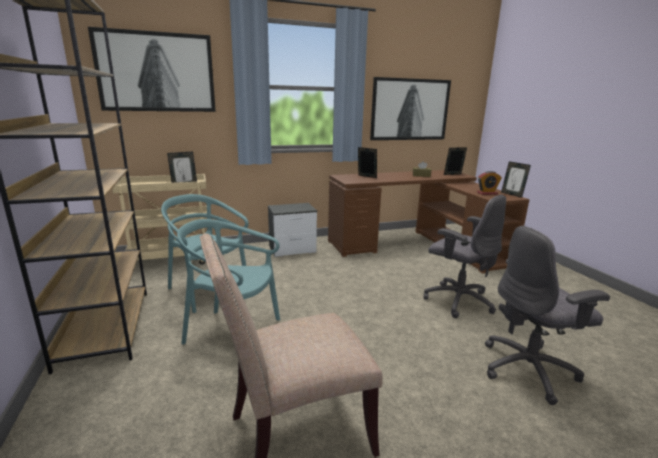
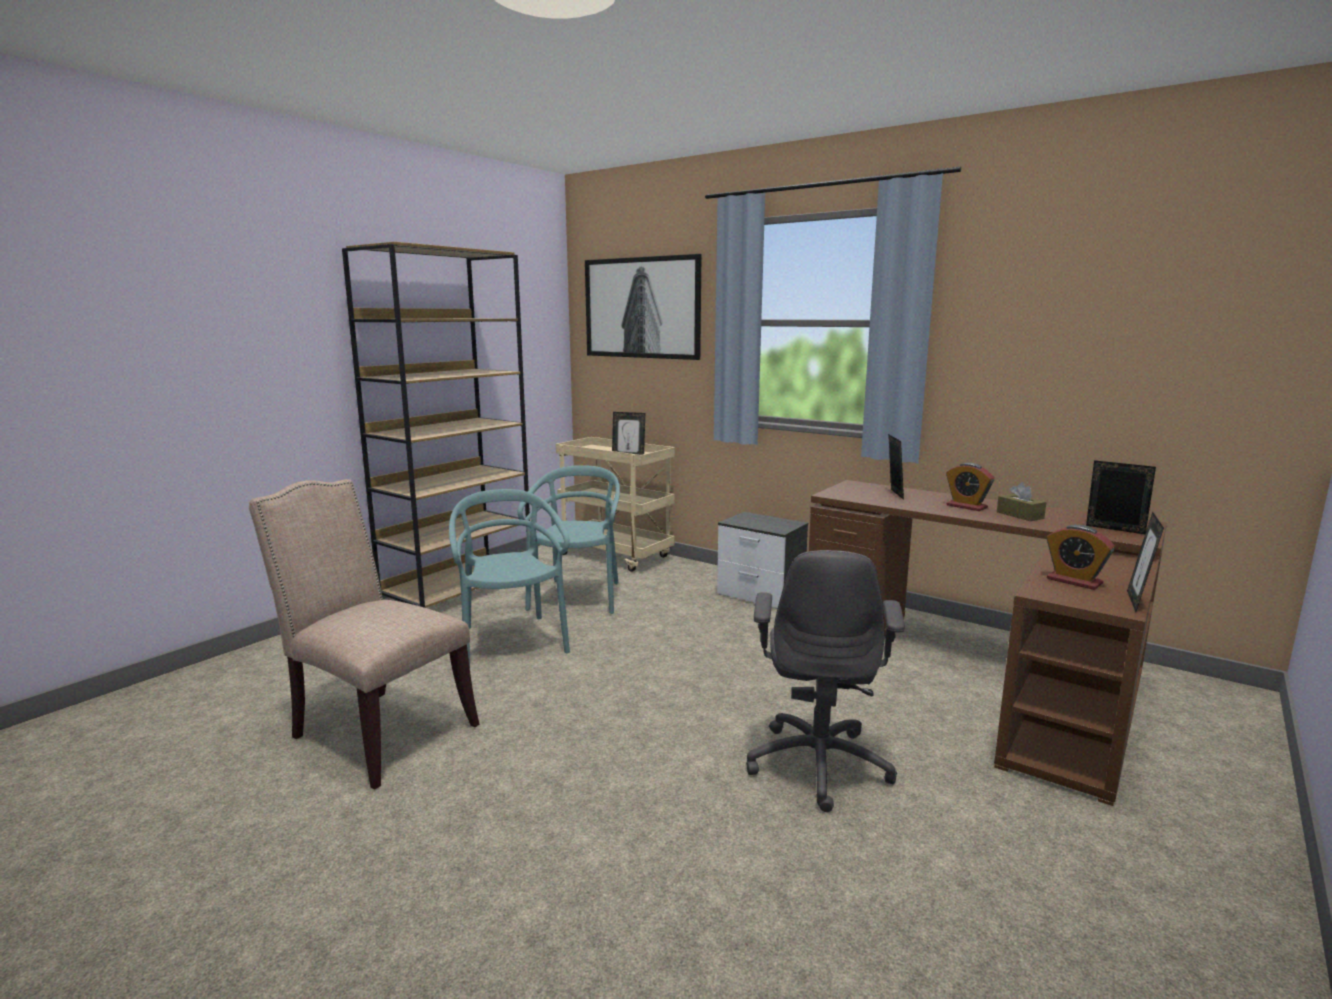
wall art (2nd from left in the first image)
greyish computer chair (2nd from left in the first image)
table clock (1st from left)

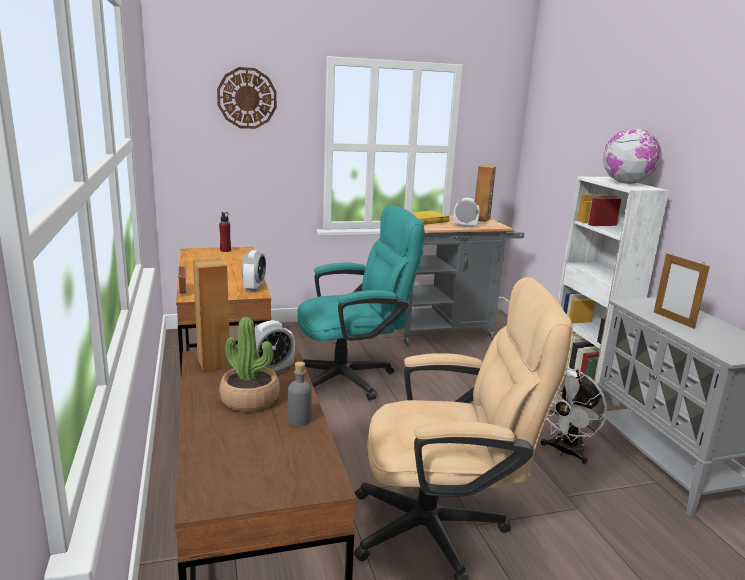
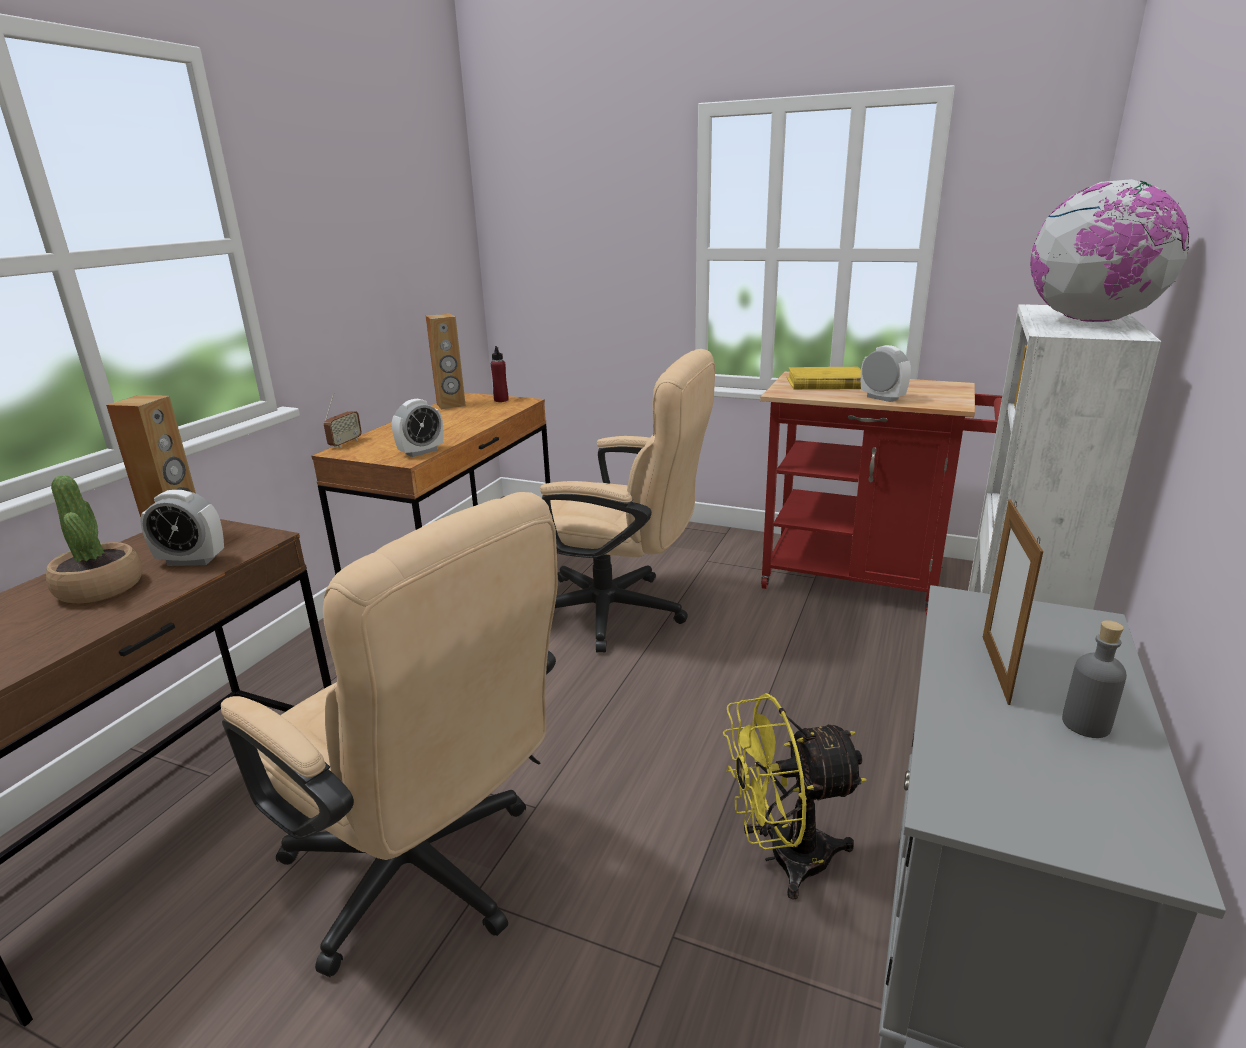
wall clock
brownish loudspeaker (2nd from left)
sand-coloured computer chair (2nd from left)
red cart
greyish bottle
yellow-coloured fan

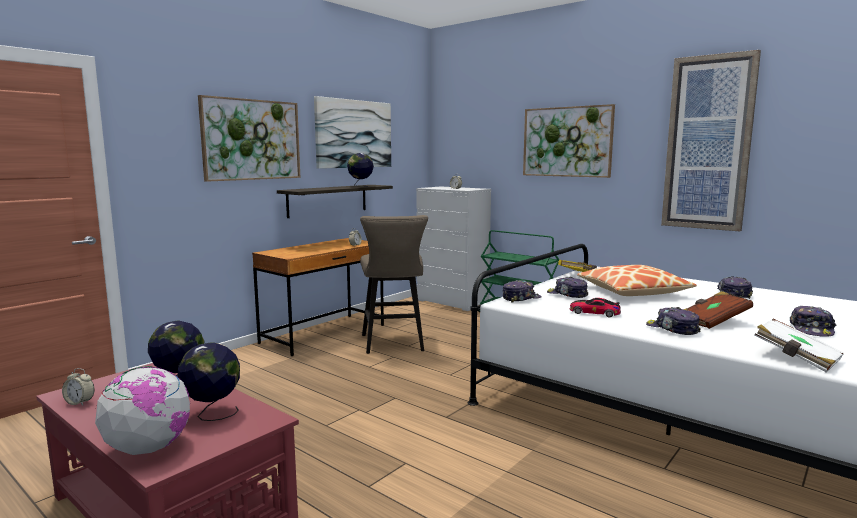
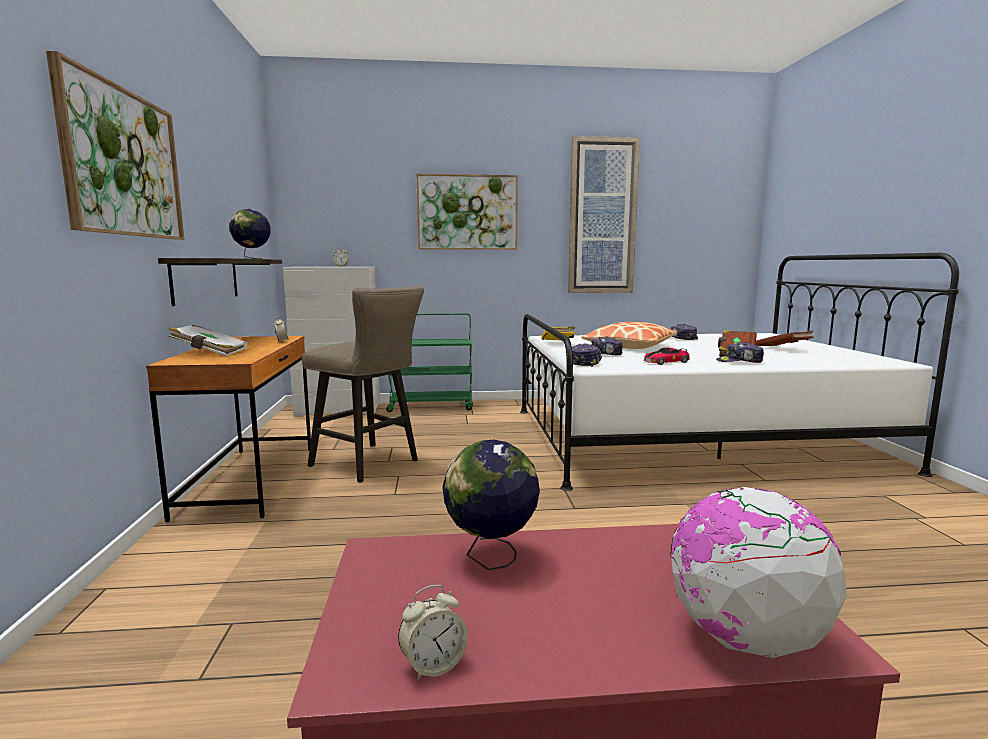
wall art (2nd from left in the first image)
brownish volume (2nd from left)
white volume
globe (3rd from left in the first image)

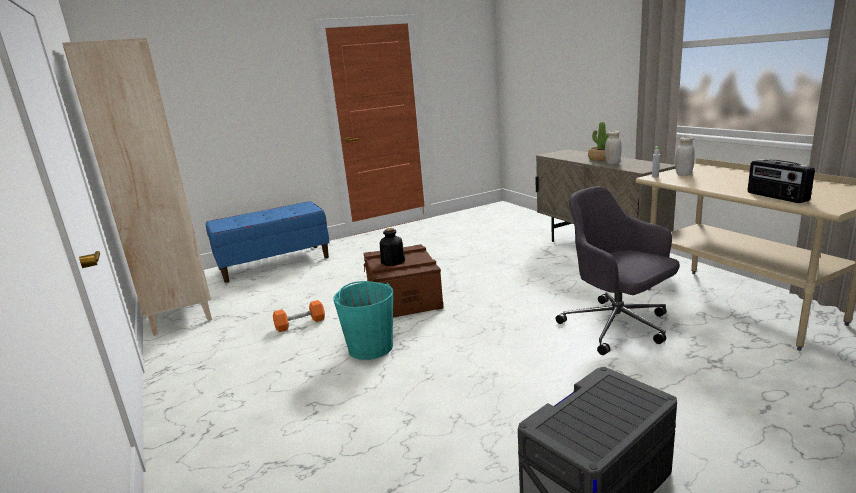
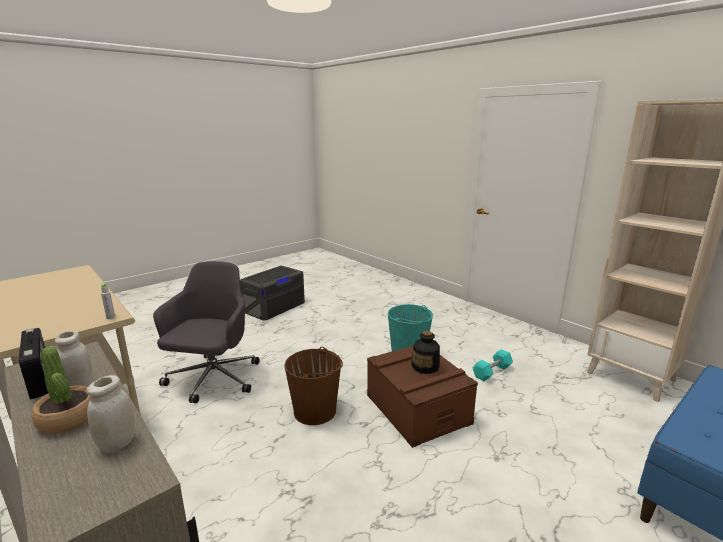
white preserve jar (2nd from left)
radio
greyish computer chair
blue-green free weight
brownish pail

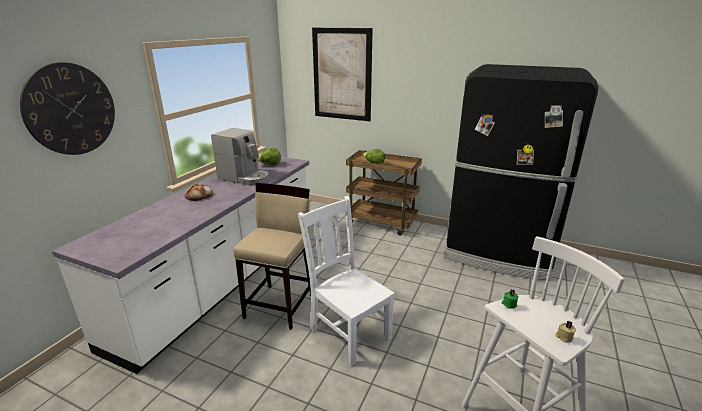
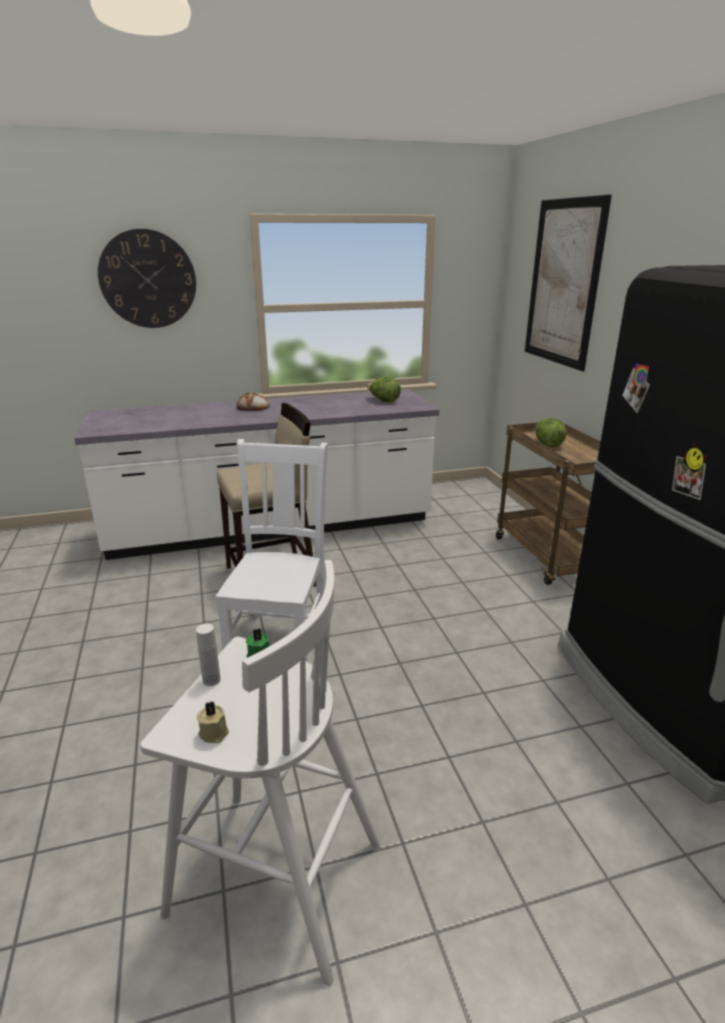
coffee machine
white bottle

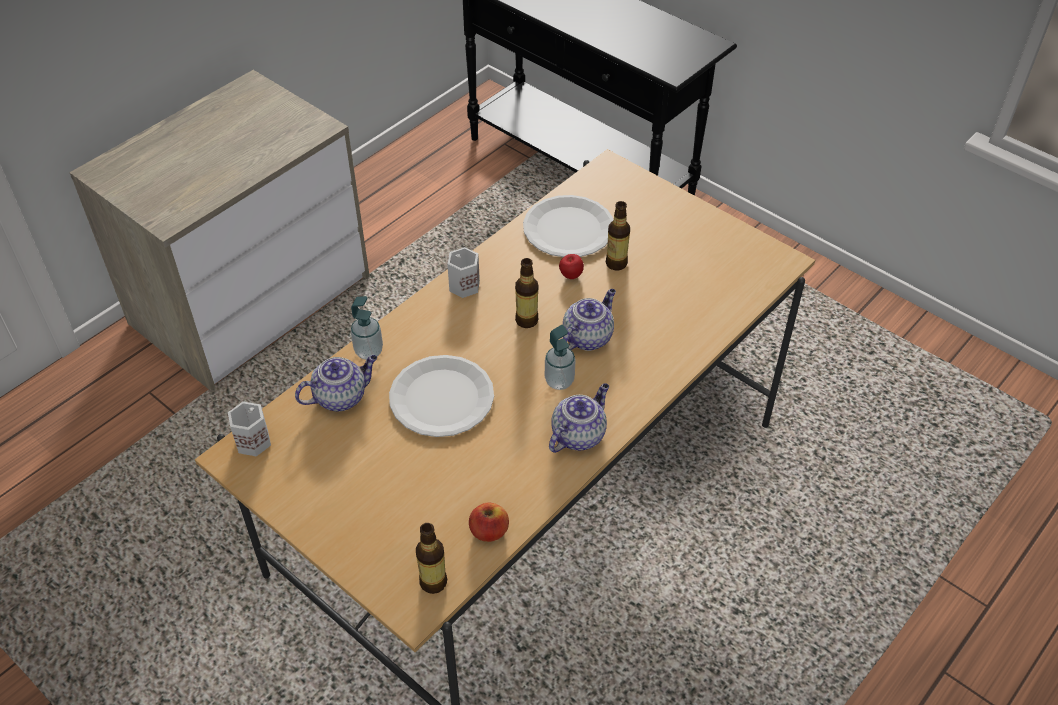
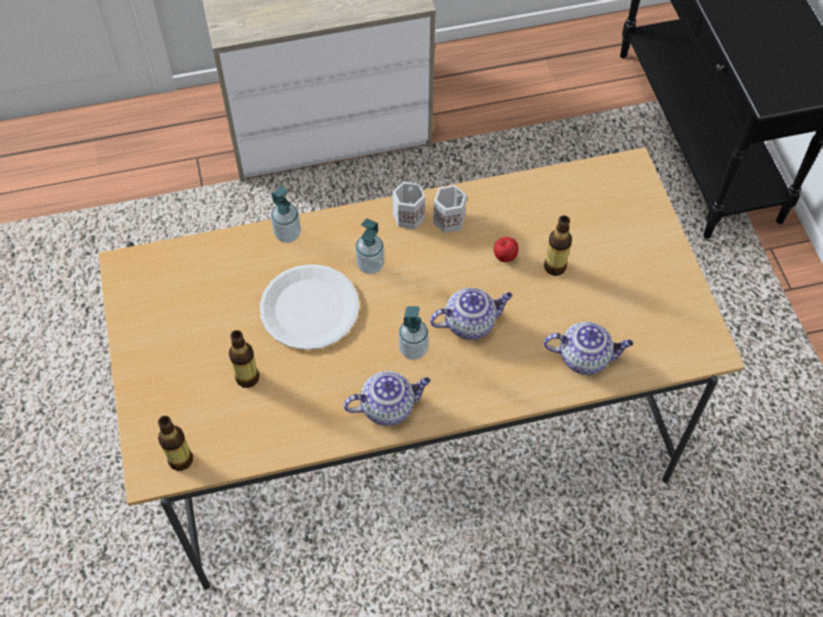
white plate (2nd from left in the first image)
bottle (2nd from left)
tea pot (3rd from left)
white coffee mug (2nd from left)
apple fruit (1st from left in the first image)
soap dispenser (2nd from left)

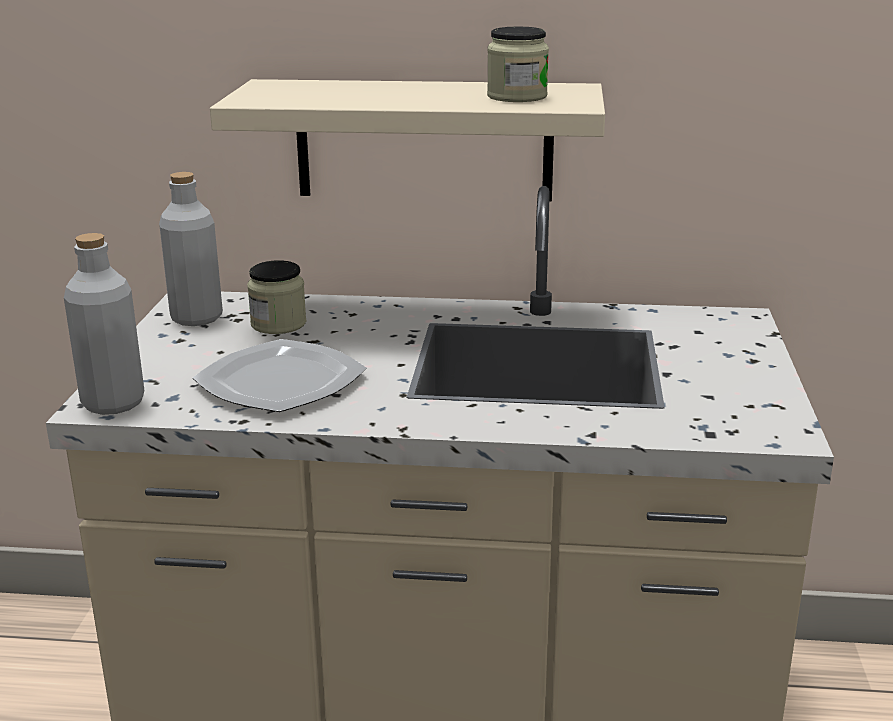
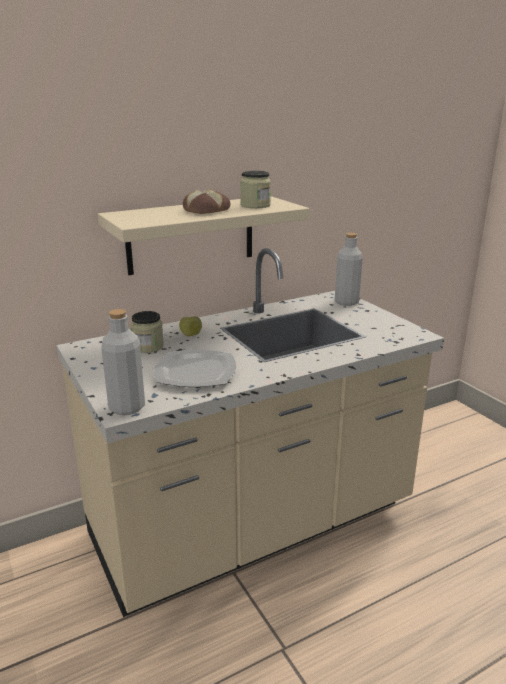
greyish bottle (2nd from left)
bread
apple fruit

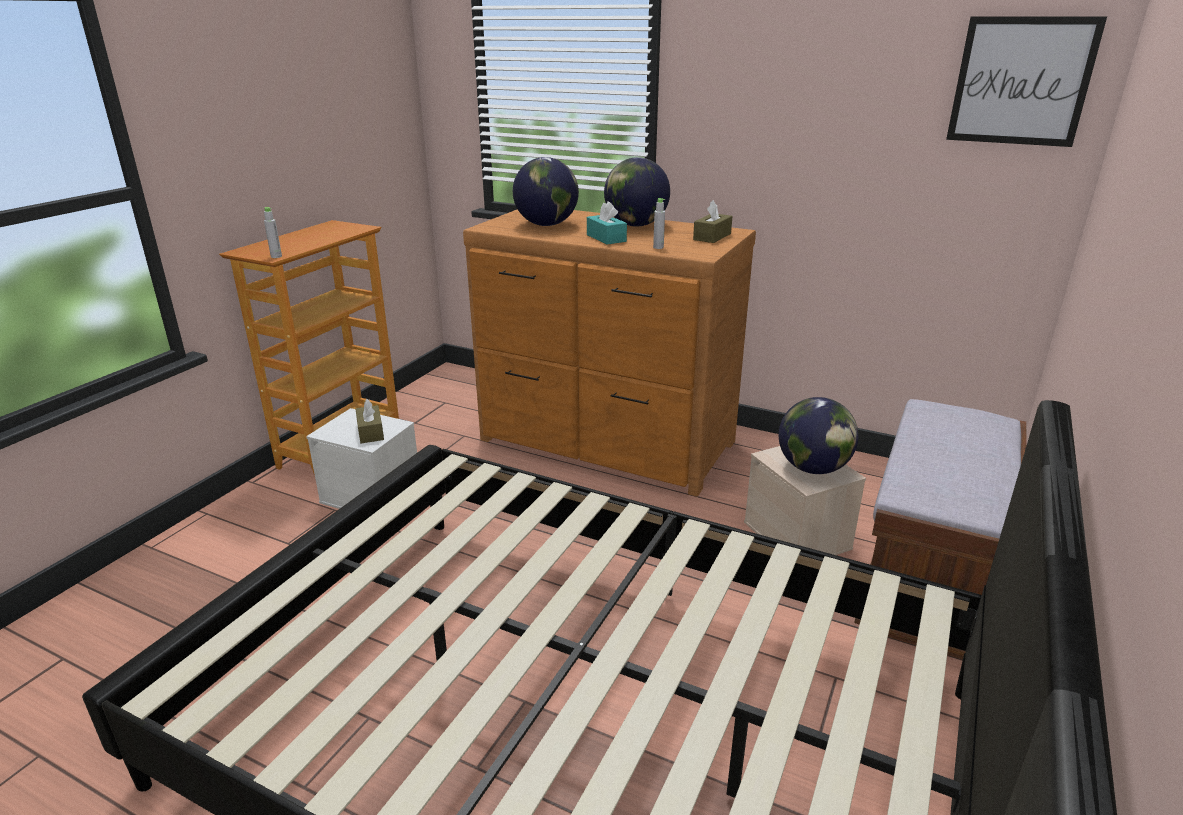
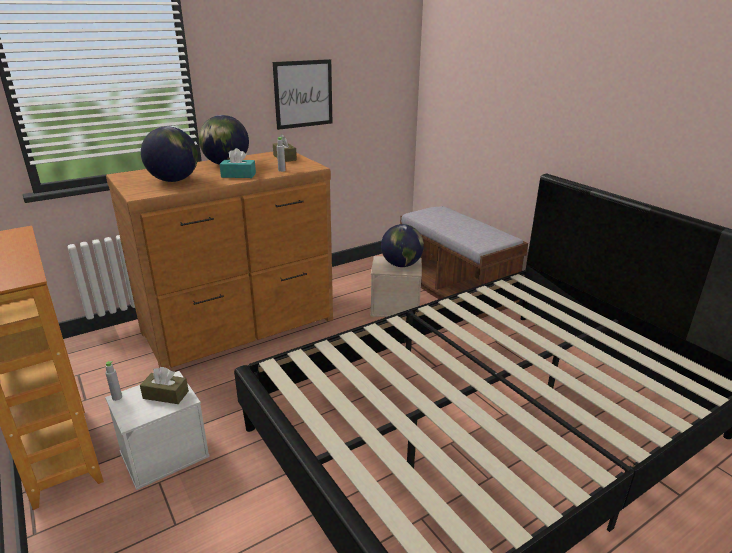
wall art
greyish bottle (1st from left)

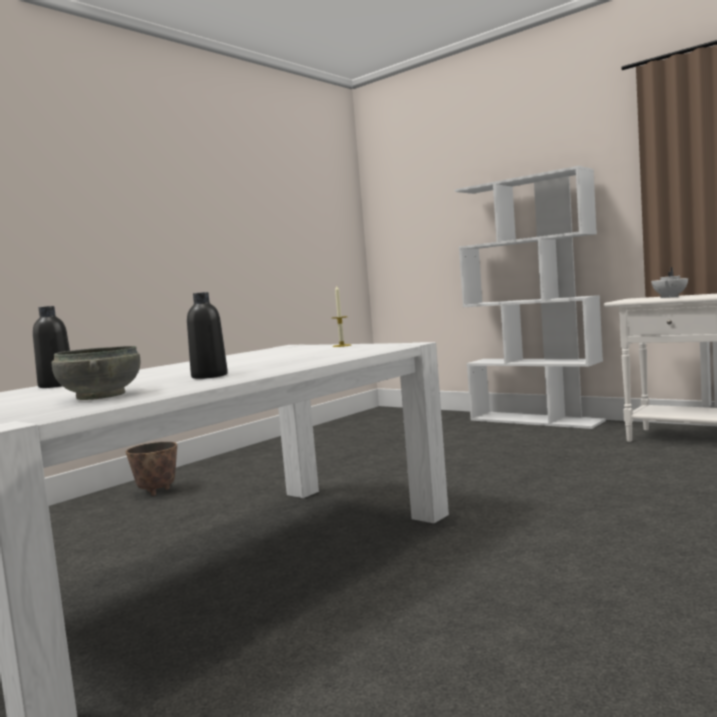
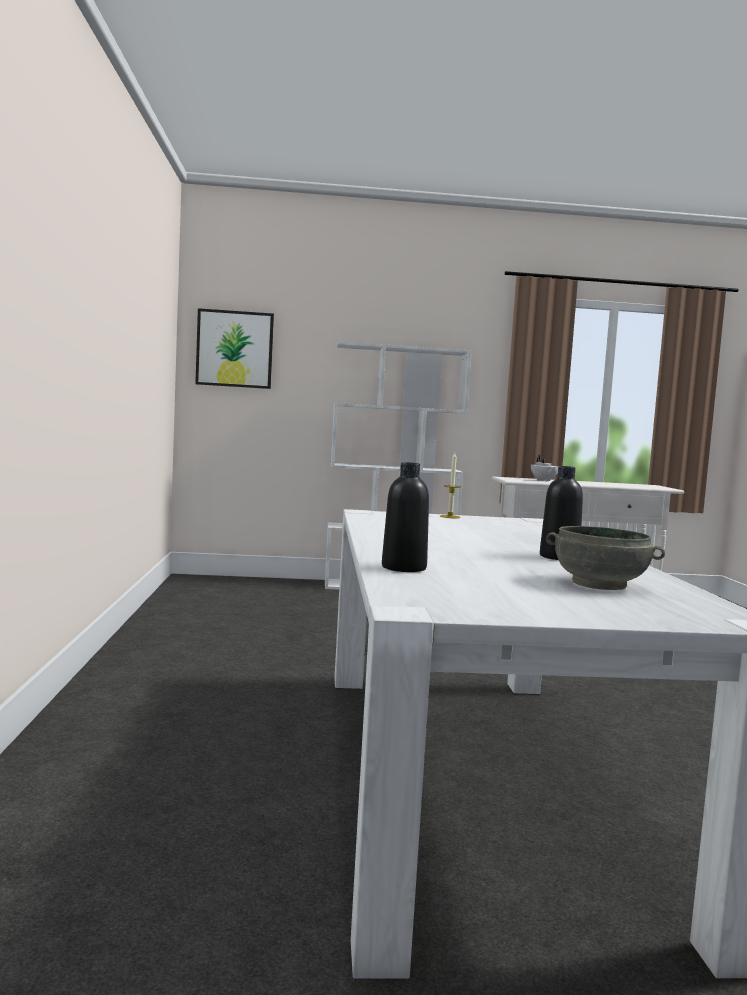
plant pot
wall art

